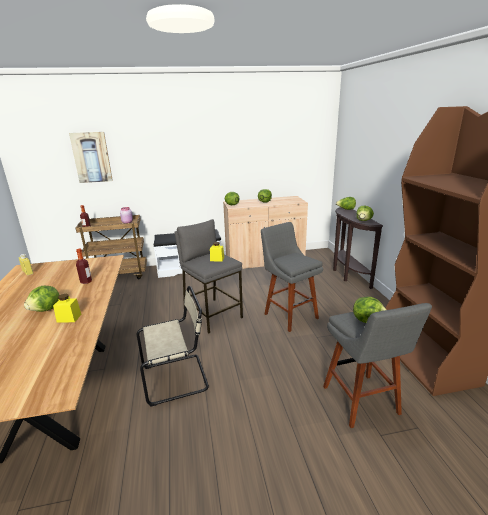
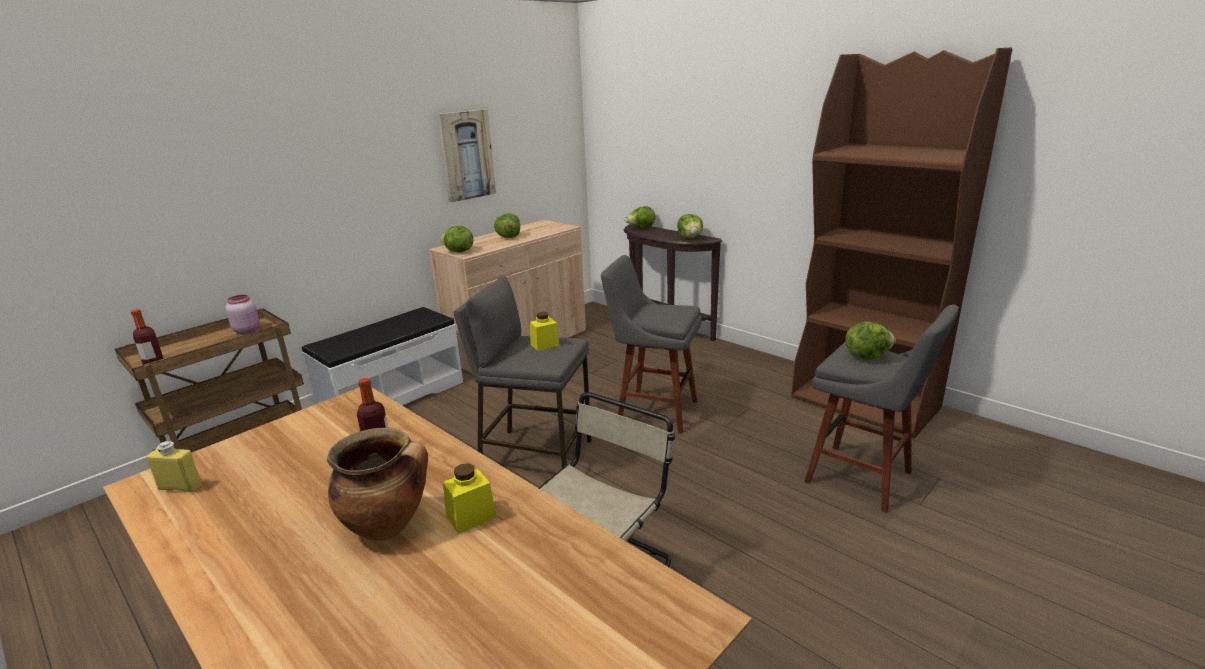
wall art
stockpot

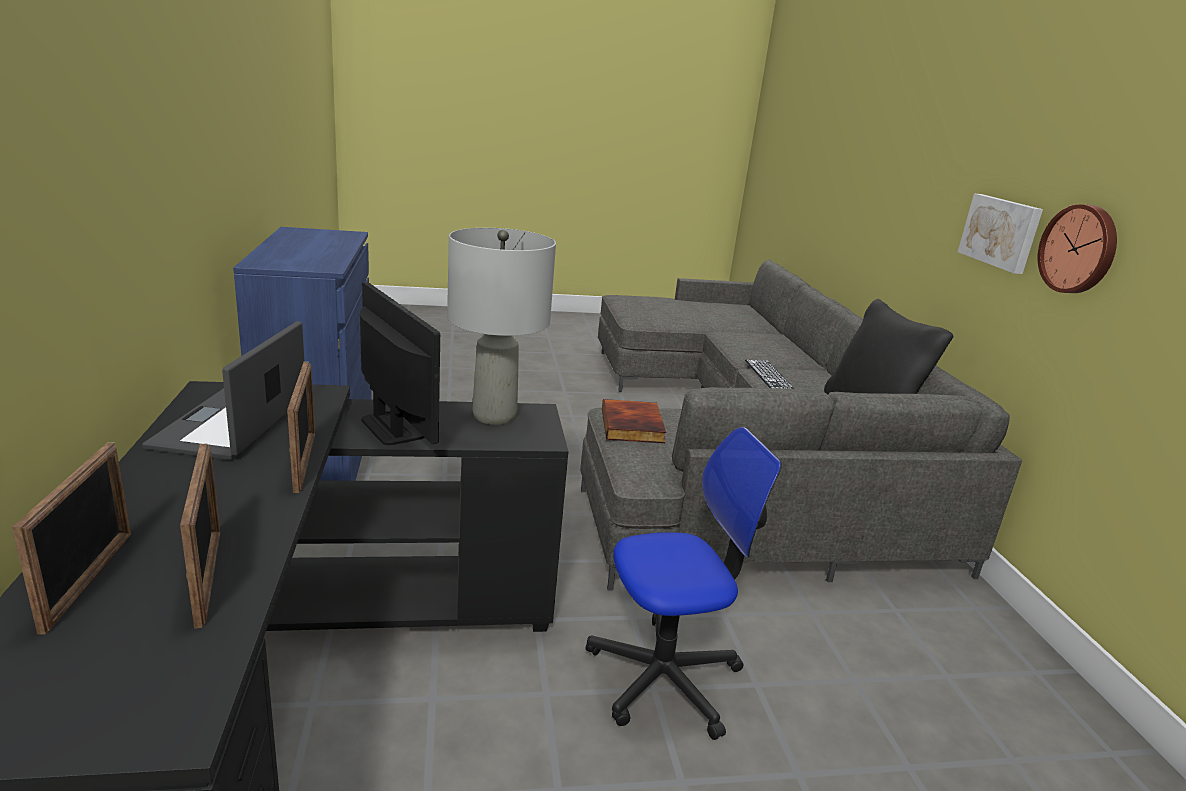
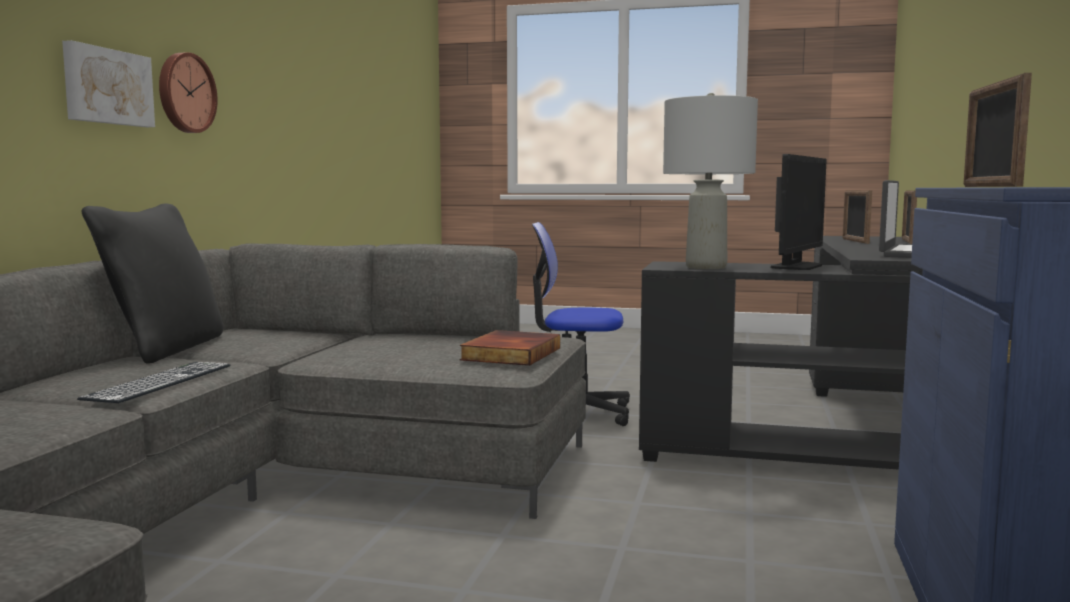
monitor
standing frame (3rd from left)

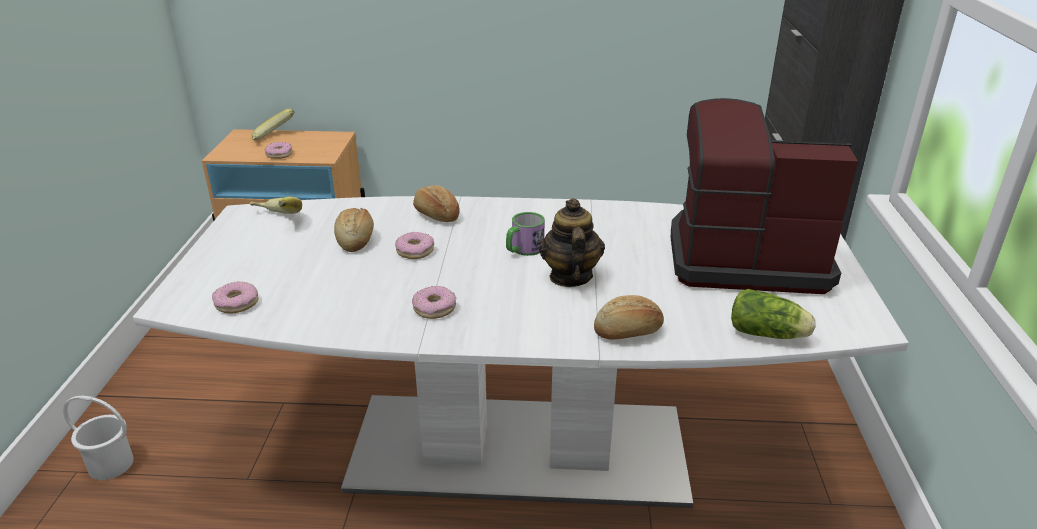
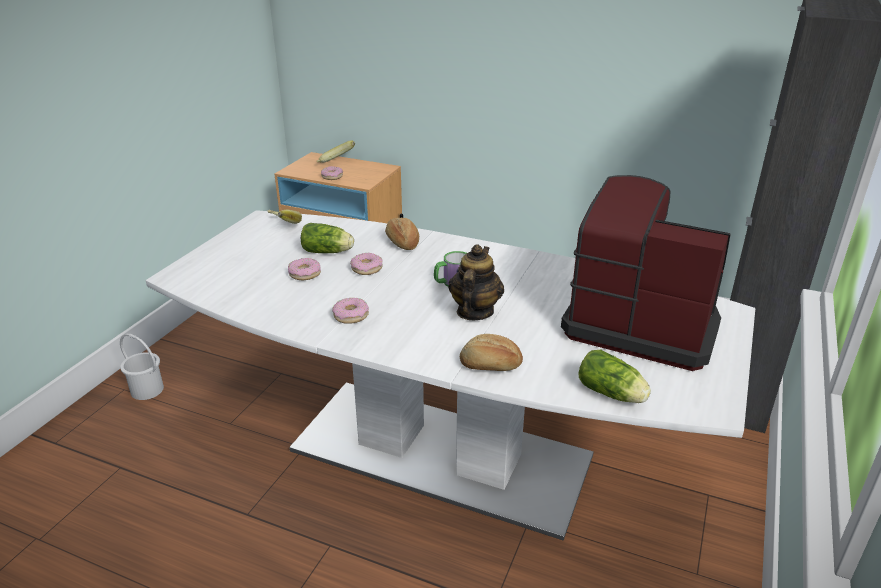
lettuce head (1st from left)
ring doughnut (1st from left)

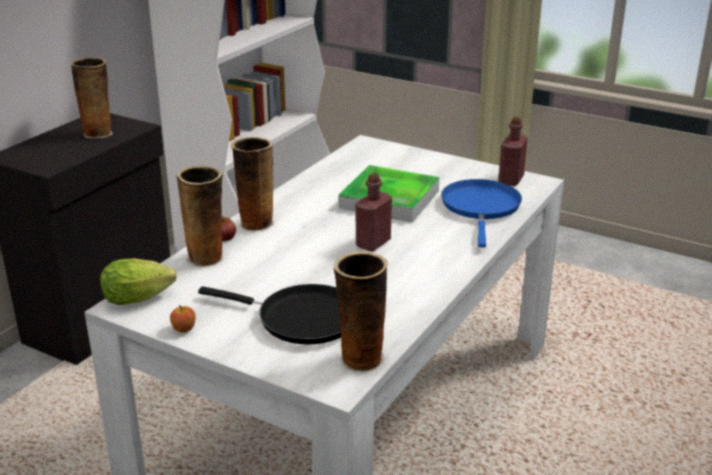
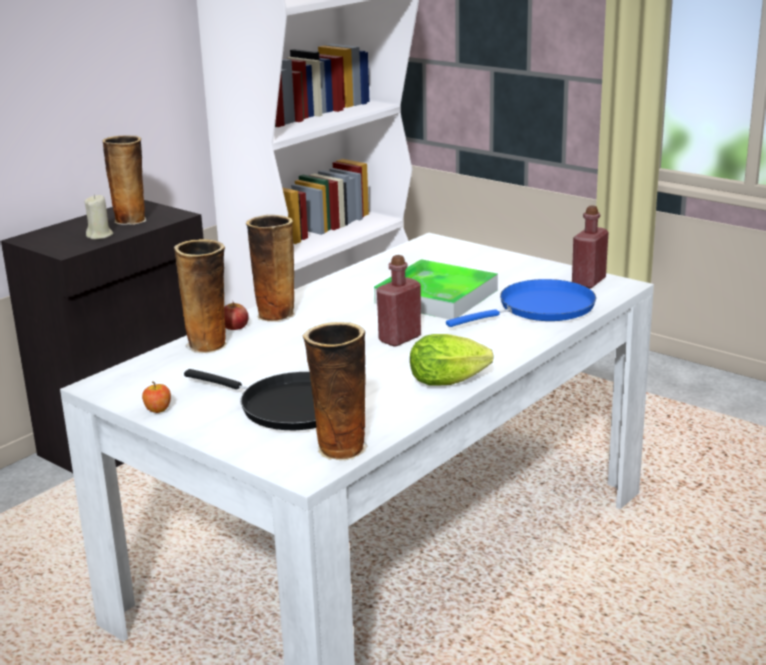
blue-coloured skillet
lettuce head
sand-coloured wax light

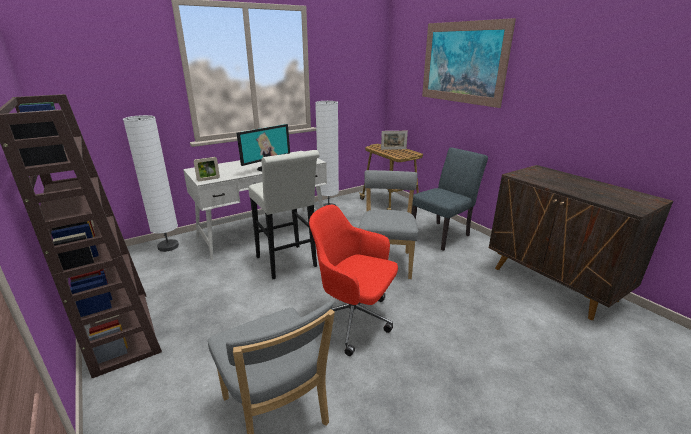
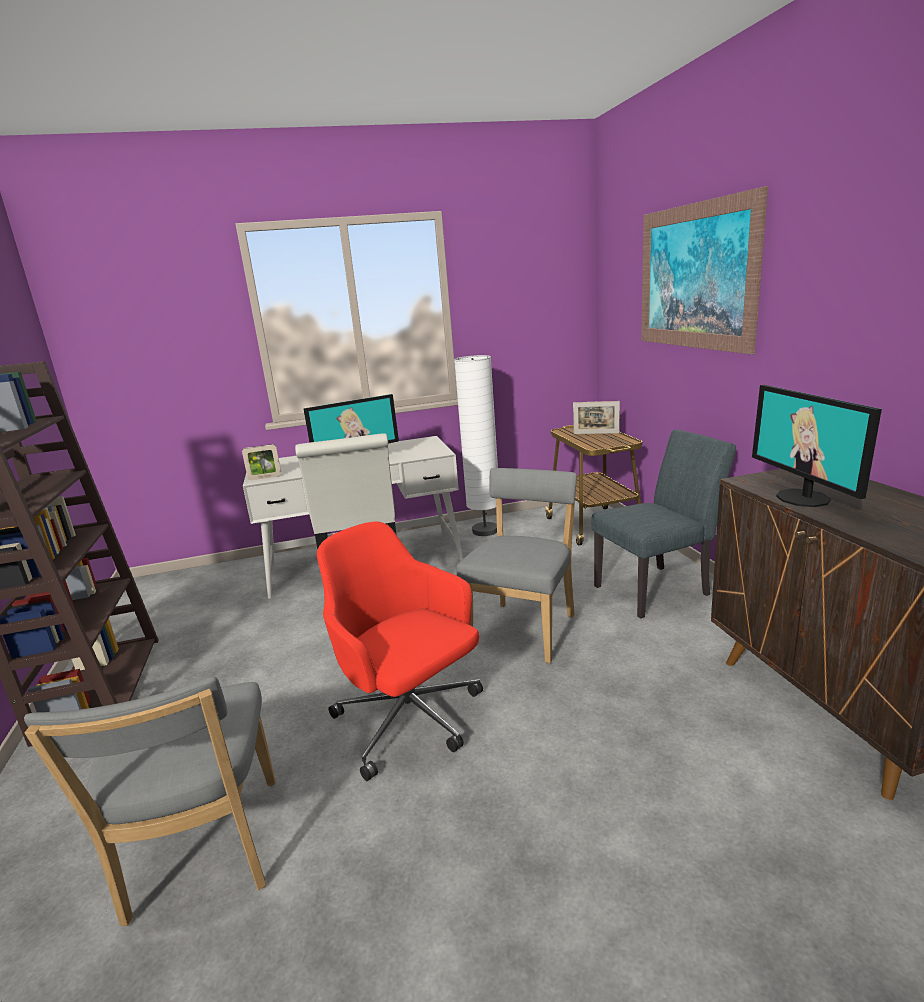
white standard lamp (1st from left in the first image)
monitor (2nd from left)

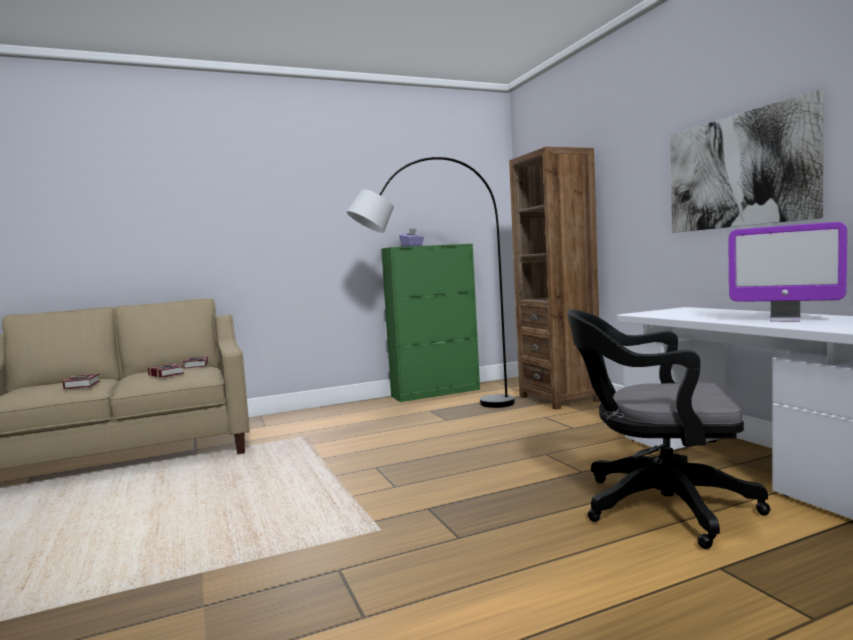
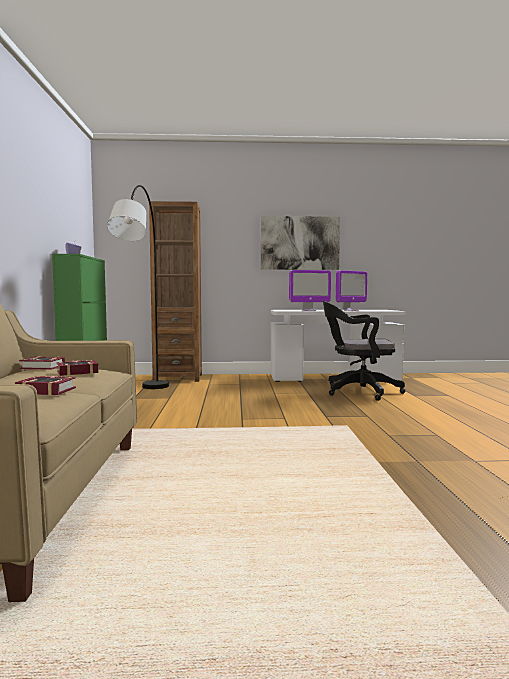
black-coloured computer chair
monitor (1st from left)

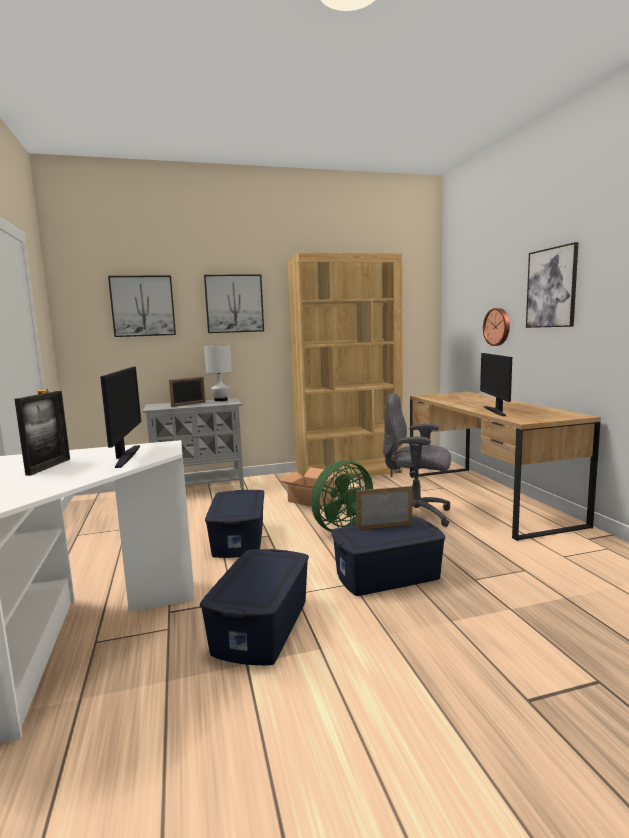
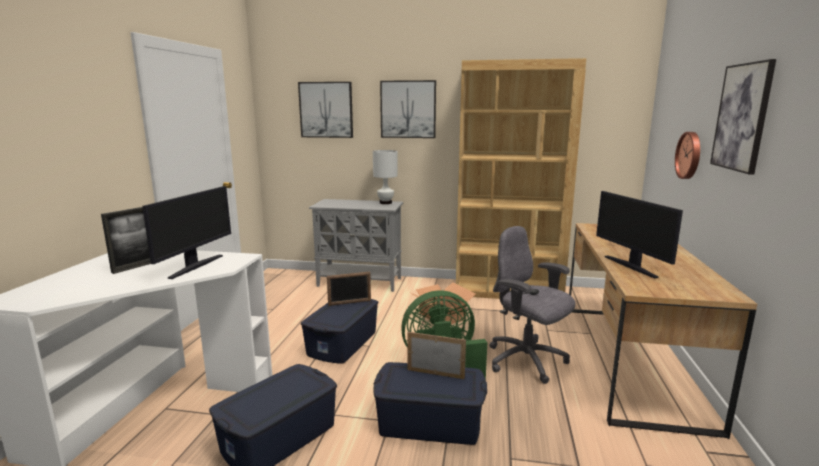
monitor (2nd from left)
standing frame (2nd from left)

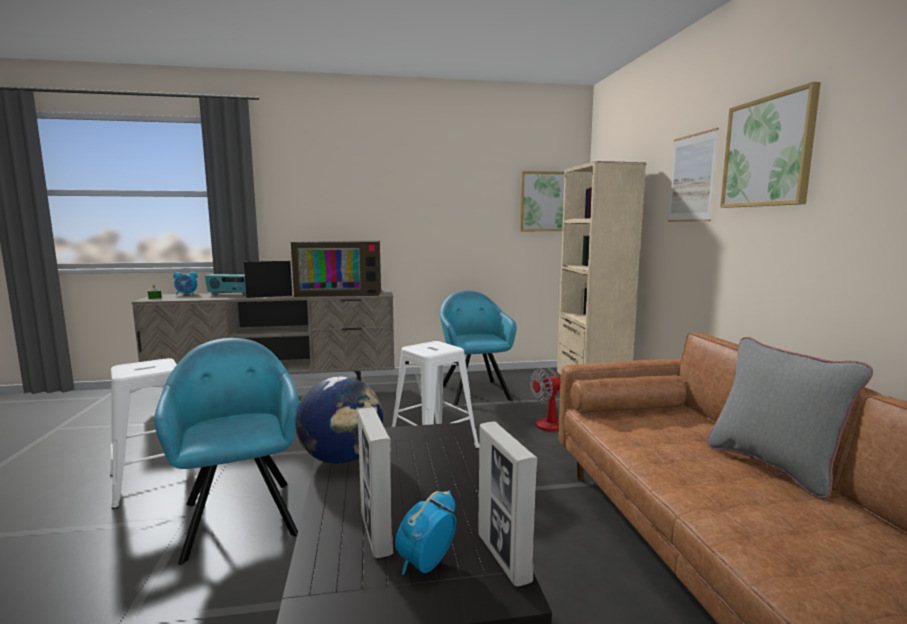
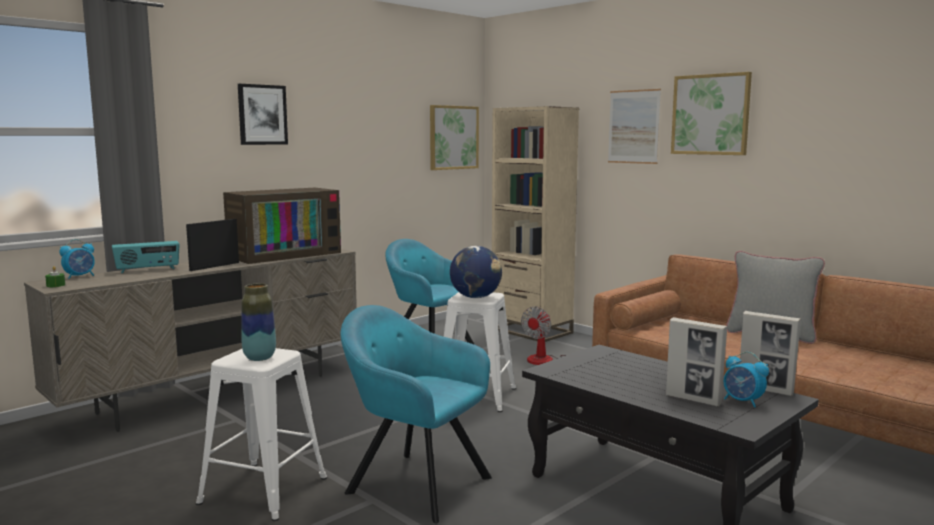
globe
table clock (2nd from left)
wall art (1st from left)
flower vase

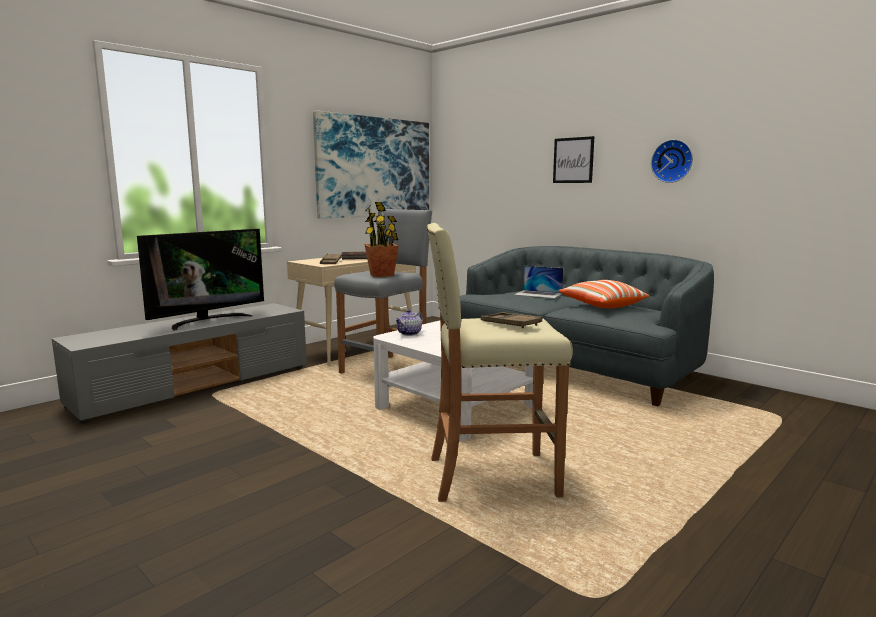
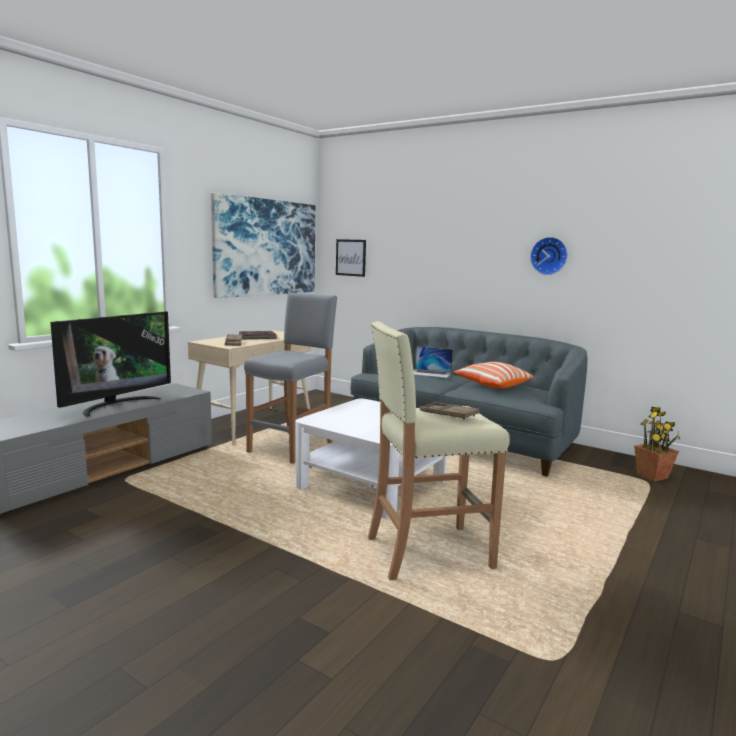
wall art (2nd from left)
plant in a pot
tea pot

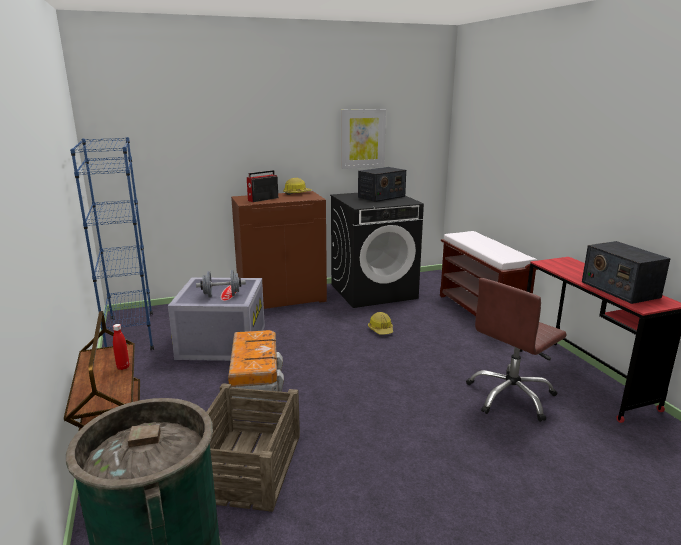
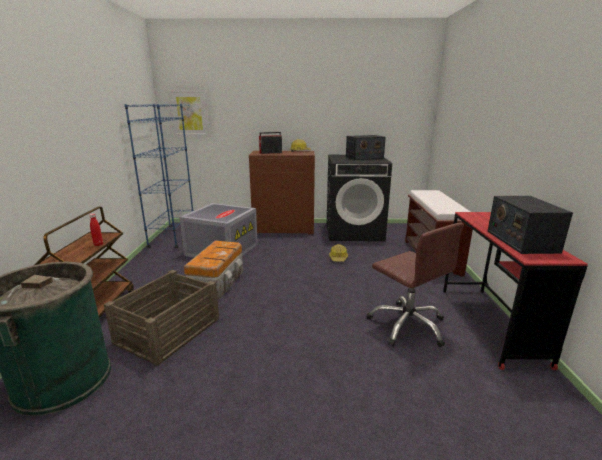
wall art
greyish free weight
brownish computer chair

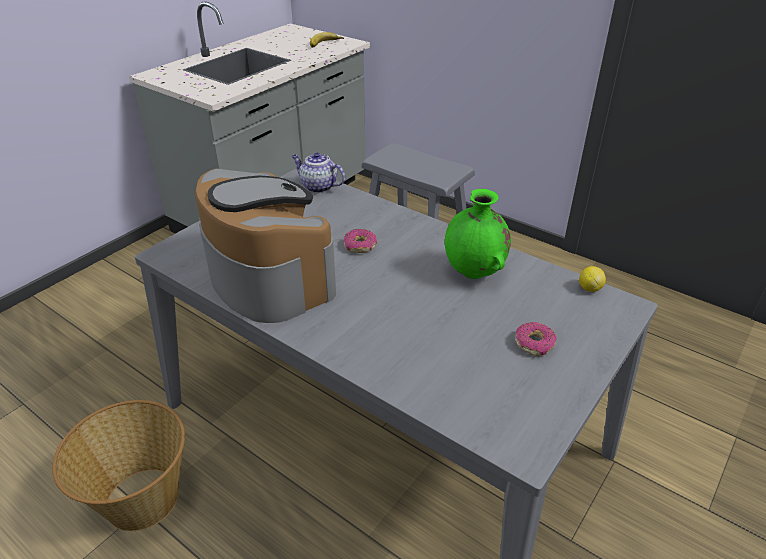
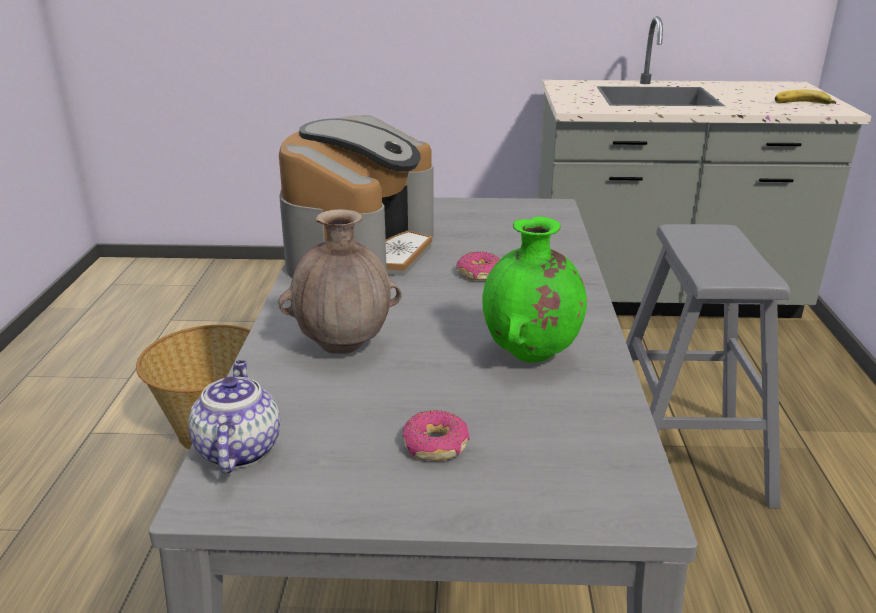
tea pot
citrus fruit
brownish flower vase

